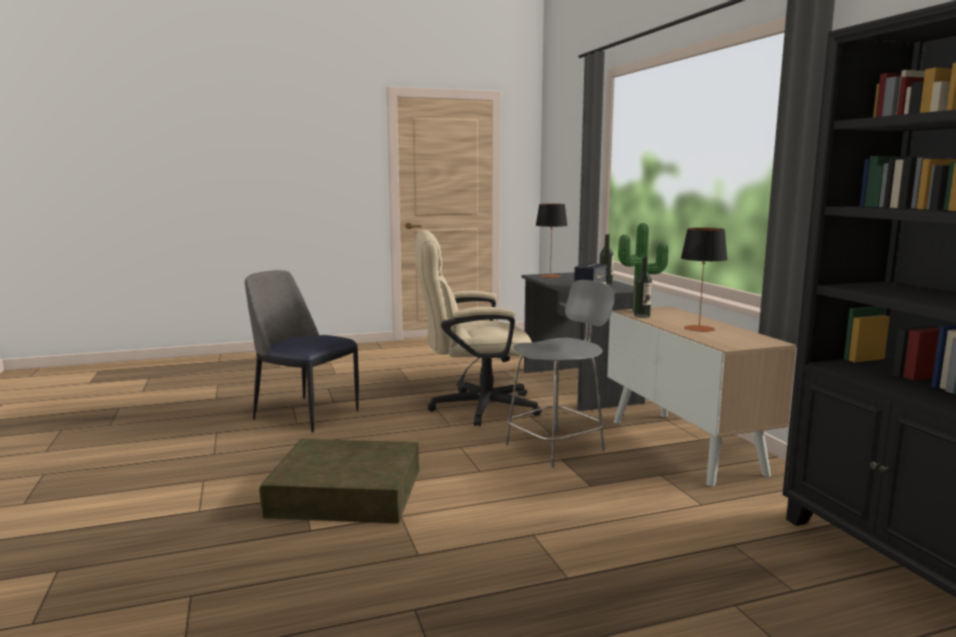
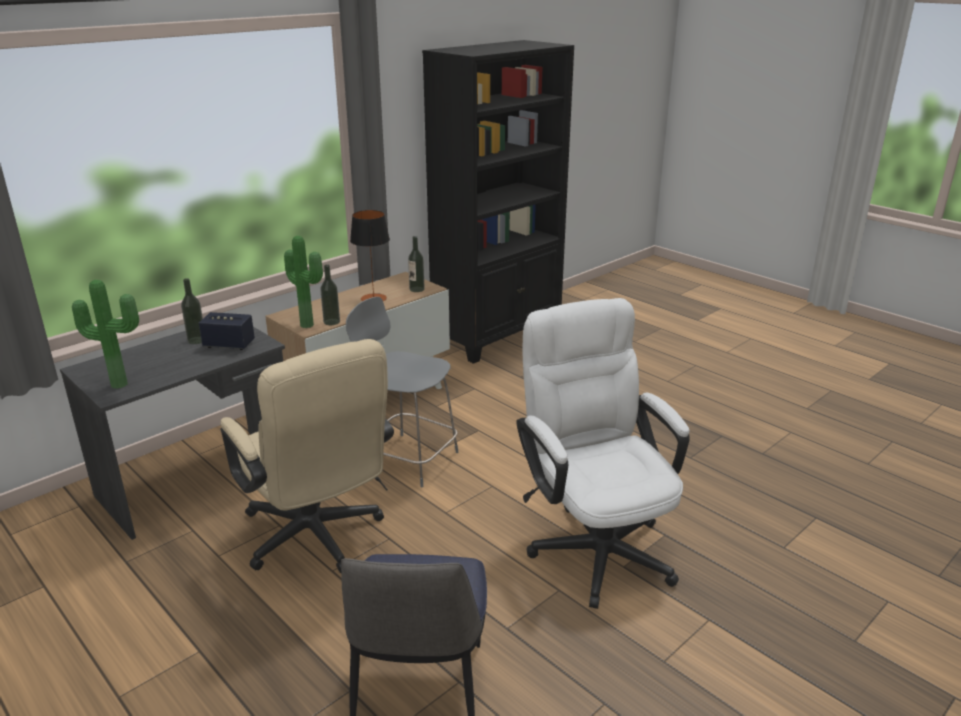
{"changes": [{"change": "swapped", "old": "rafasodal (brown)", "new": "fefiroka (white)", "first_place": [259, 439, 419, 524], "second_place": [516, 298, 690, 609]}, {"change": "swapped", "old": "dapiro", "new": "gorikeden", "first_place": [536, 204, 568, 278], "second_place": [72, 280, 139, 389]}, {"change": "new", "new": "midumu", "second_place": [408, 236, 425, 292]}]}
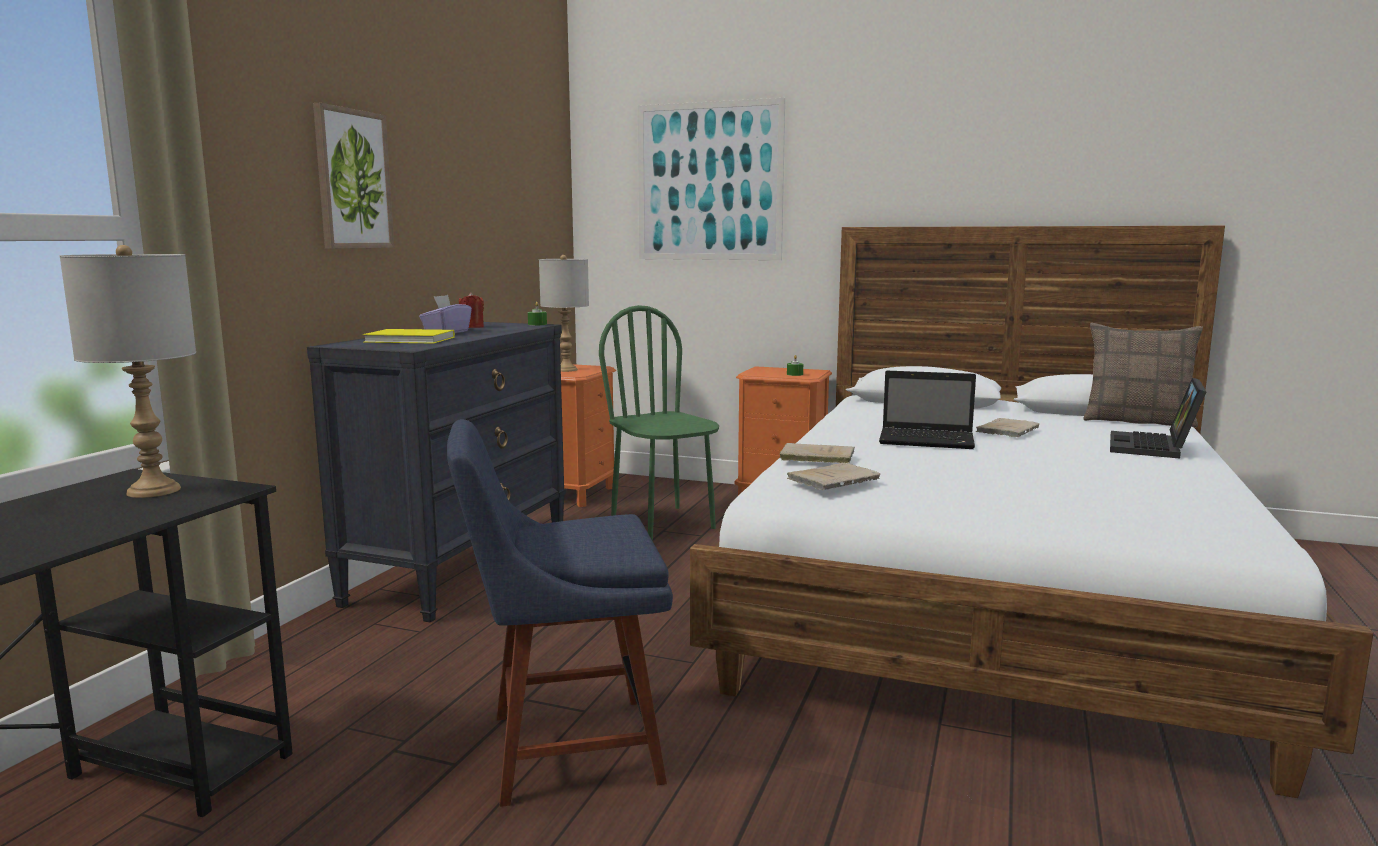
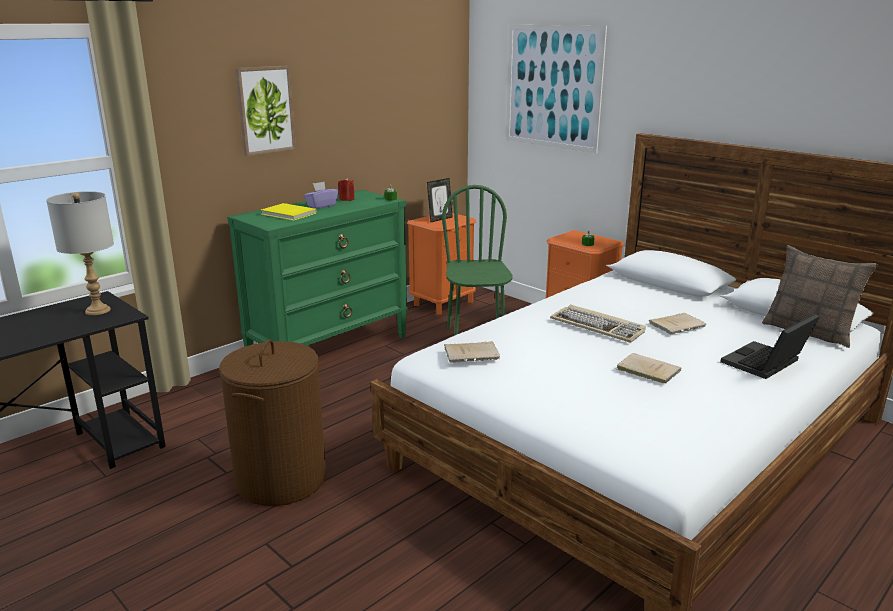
{"changes": [{"change": "repainted", "old": "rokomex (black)", "new": "rokomex (green)", "first_place": [307, 322, 566, 623], "second_place": [227, 190, 408, 347]}, {"change": "swapped", "old": "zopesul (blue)", "new": "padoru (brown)", "first_place": [447, 419, 673, 807], "second_place": [219, 340, 326, 506]}, {"change": "swapped", "old": "dapiro (grey)", "new": "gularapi", "first_place": [539, 255, 589, 372], "second_place": [427, 178, 453, 223]}, {"change": "shifted", "old": "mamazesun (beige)", "first_place": [780, 443, 855, 463], "second_place": [617, 353, 681, 384]}, {"change": "swapped", "old": "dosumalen", "new": "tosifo", "first_place": [879, 371, 976, 449], "second_place": [550, 305, 646, 343]}]}
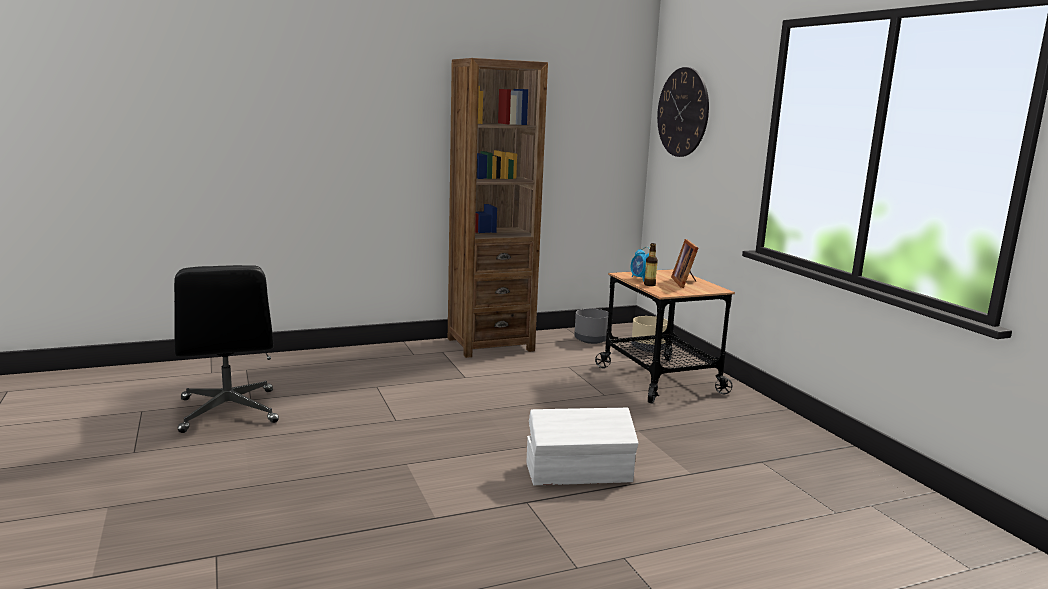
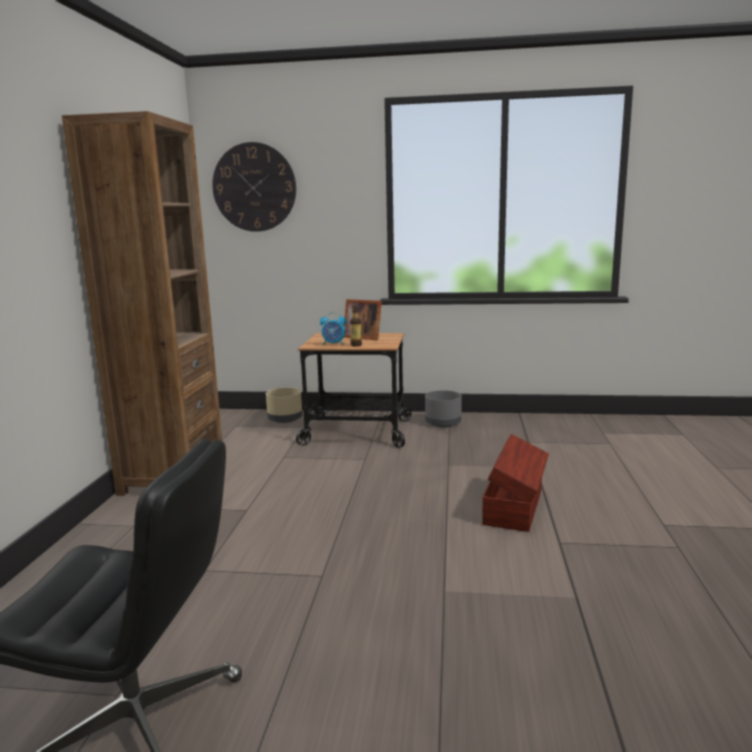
{"changes": [{"change": "repainted", "old": "rafasodal (white)", "new": "rafasodal (brown)", "first_place": [527, 408, 638, 485], "second_place": [482, 434, 549, 532]}, {"change": "shifted", "old": "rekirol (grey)", "first_place": [574, 309, 609, 344], "second_place": [425, 390, 462, 427]}]}
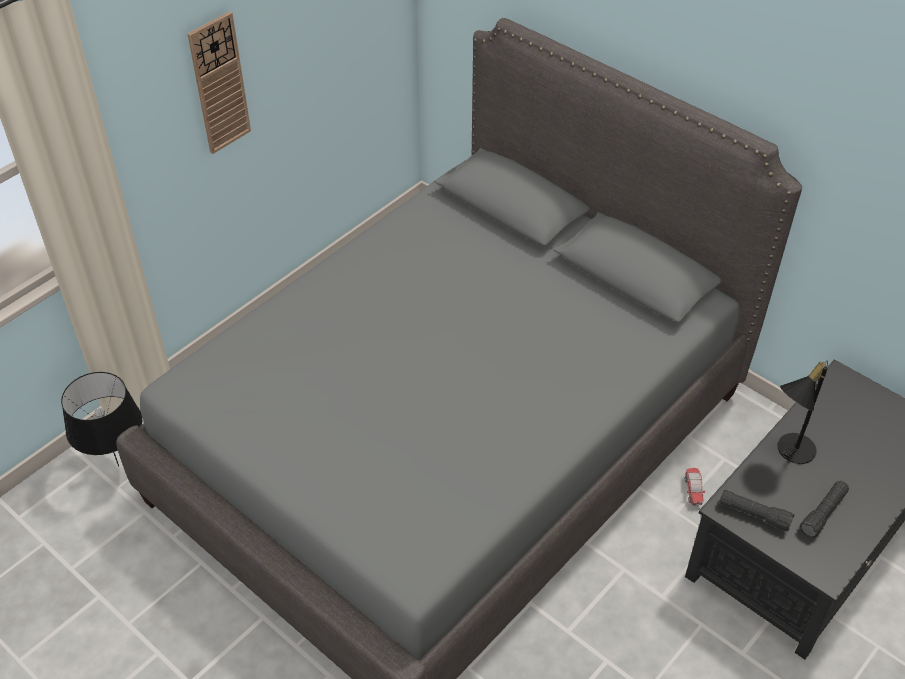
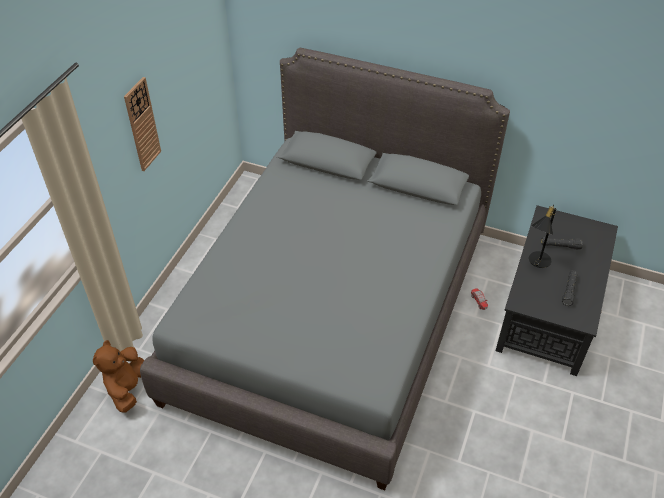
{"changes": [{"change": "swapped", "old": "dapiro (black)", "new": "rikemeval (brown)", "first_place": [61, 372, 142, 466], "second_place": [93, 340, 144, 412]}, {"change": "shifted", "old": "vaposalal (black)", "first_place": [719, 490, 794, 531], "second_place": [541, 237, 583, 250]}]}
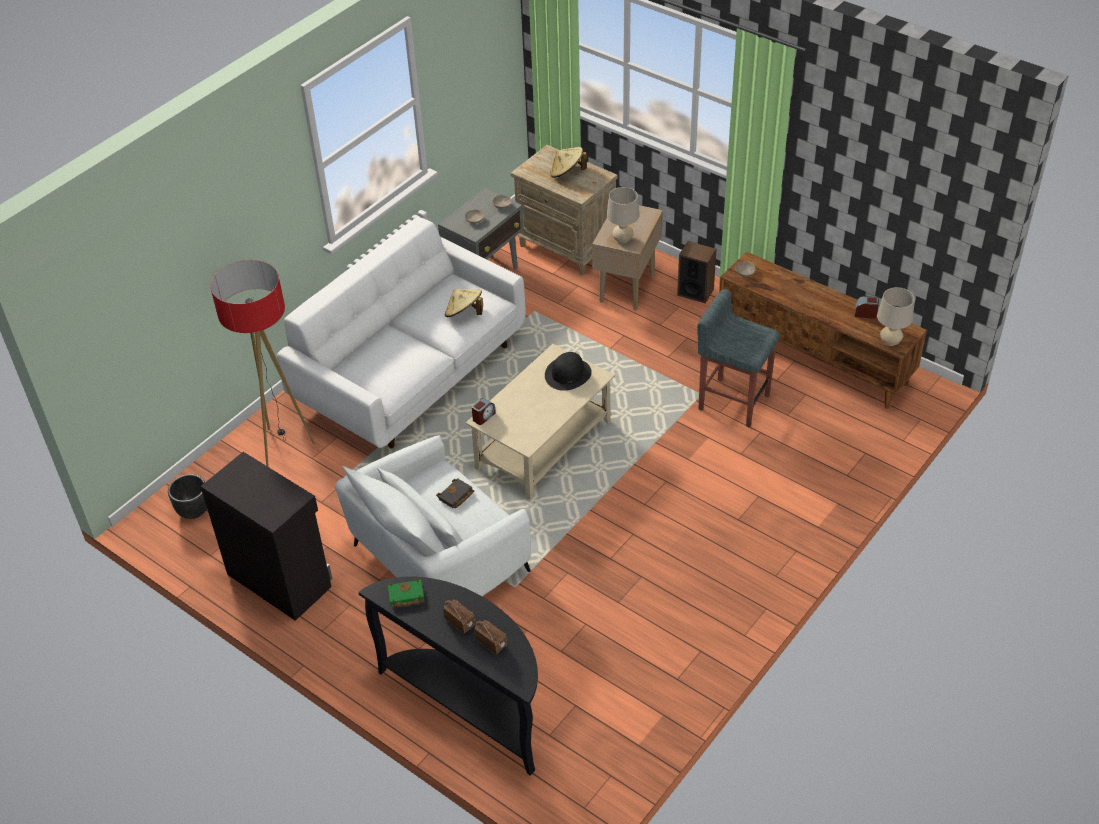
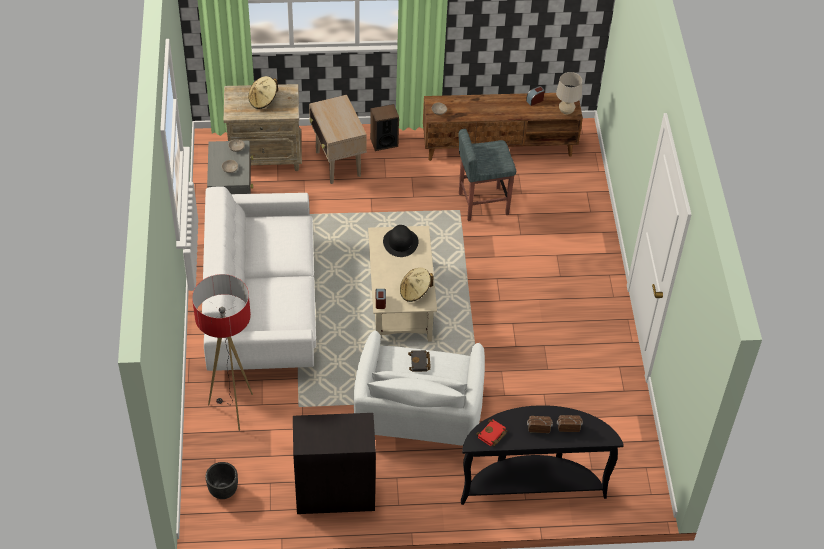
{"changes": [{"change": "repainted", "old": "mamazesun (green)", "new": "mamazesun (red)", "first_place": [388, 578, 424, 608], "second_place": [476, 419, 508, 446]}, {"change": "shifted", "old": "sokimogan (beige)", "first_place": [445, 289, 483, 317], "second_place": [400, 268, 433, 302]}, {"change": "gone", "old": "dapiro (beige)", "first_place": [607, 187, 640, 243]}]}
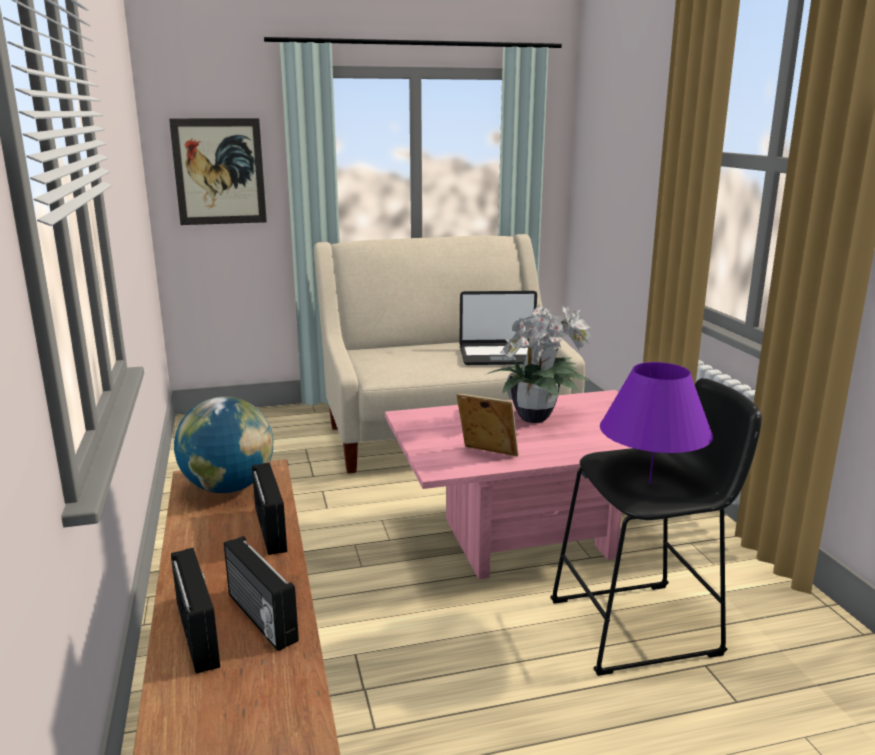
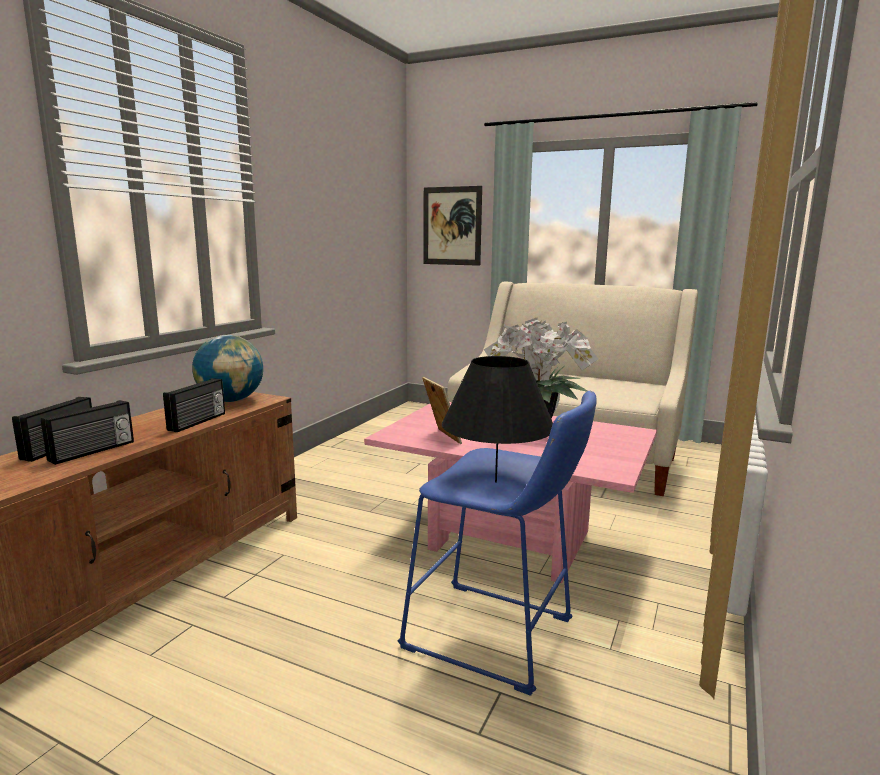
{"changes": [{"change": "rotated", "old": "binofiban", "first_place": [224, 536, 299, 651], "second_place": [41, 400, 134, 465], "degrees": -150}, {"change": "gone", "old": "dosumalen", "first_place": [459, 291, 537, 365]}, {"change": "repainted", "old": "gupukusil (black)", "new": "gupukusil (blue)", "first_place": [550, 378, 762, 676], "second_place": [398, 391, 597, 696]}, {"change": "repainted", "old": "dapiro (purple)", "new": "dapiro (black)", "first_place": [600, 362, 713, 484], "second_place": [442, 356, 553, 483]}]}
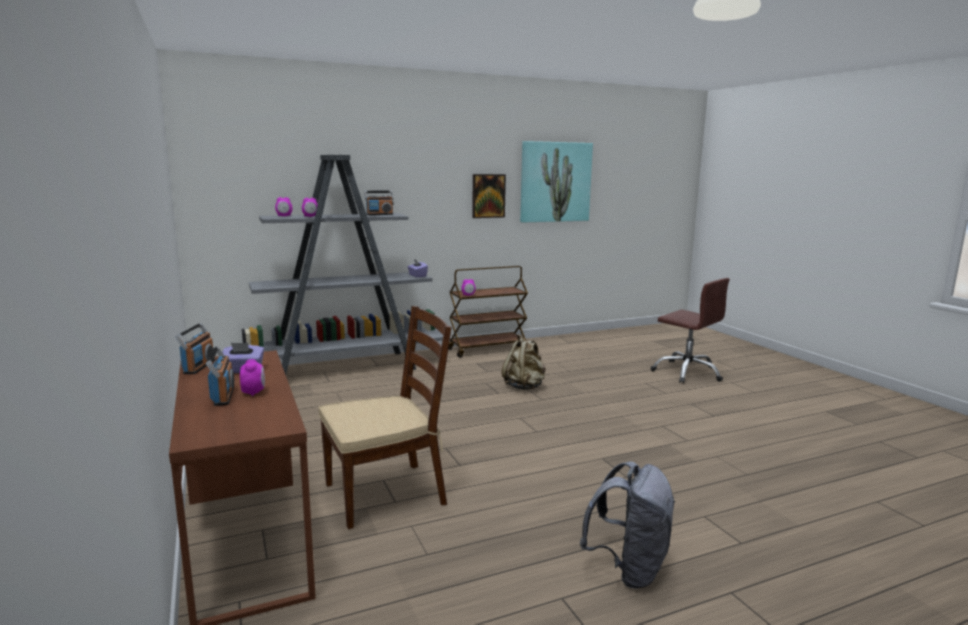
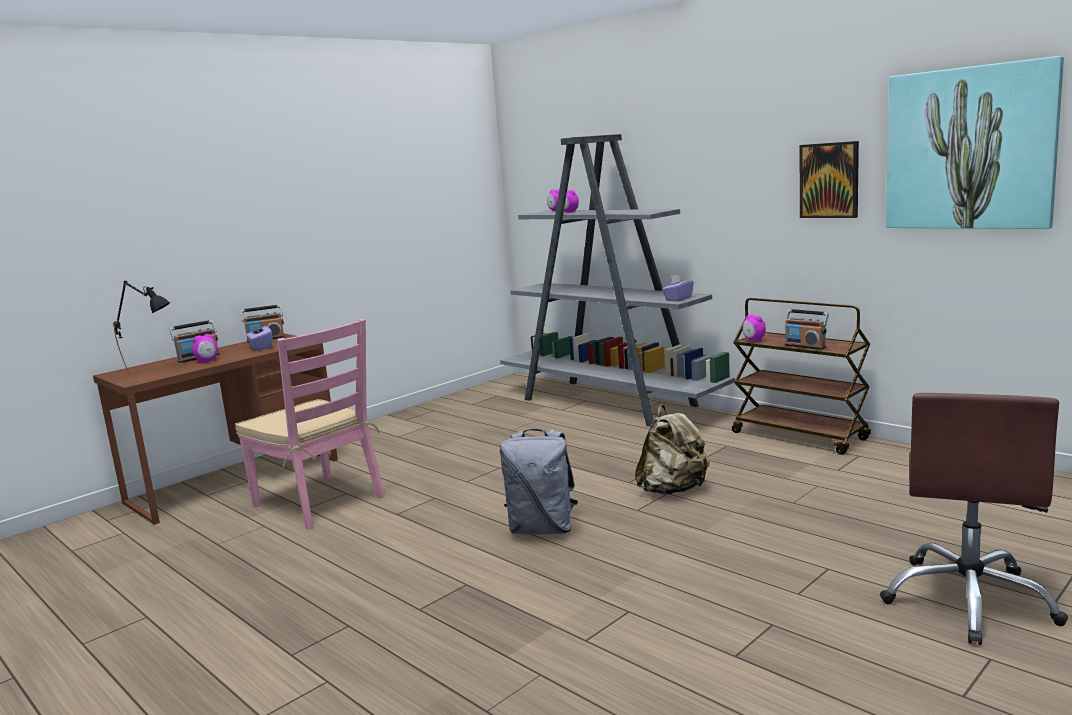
{"changes": [{"change": "repainted", "old": "zopesul (brown)", "new": "zopesul (pink)", "first_place": [318, 306, 452, 529], "second_place": [235, 319, 385, 530]}, {"change": "shifted", "old": "binofiban", "first_place": [364, 191, 394, 215], "second_place": [785, 309, 829, 350]}, {"change": "shifted", "old": "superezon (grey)", "first_place": [580, 461, 676, 589], "second_place": [500, 429, 578, 535]}, {"change": "new", "new": "dapiro (black)", "second_place": [113, 281, 170, 375]}]}
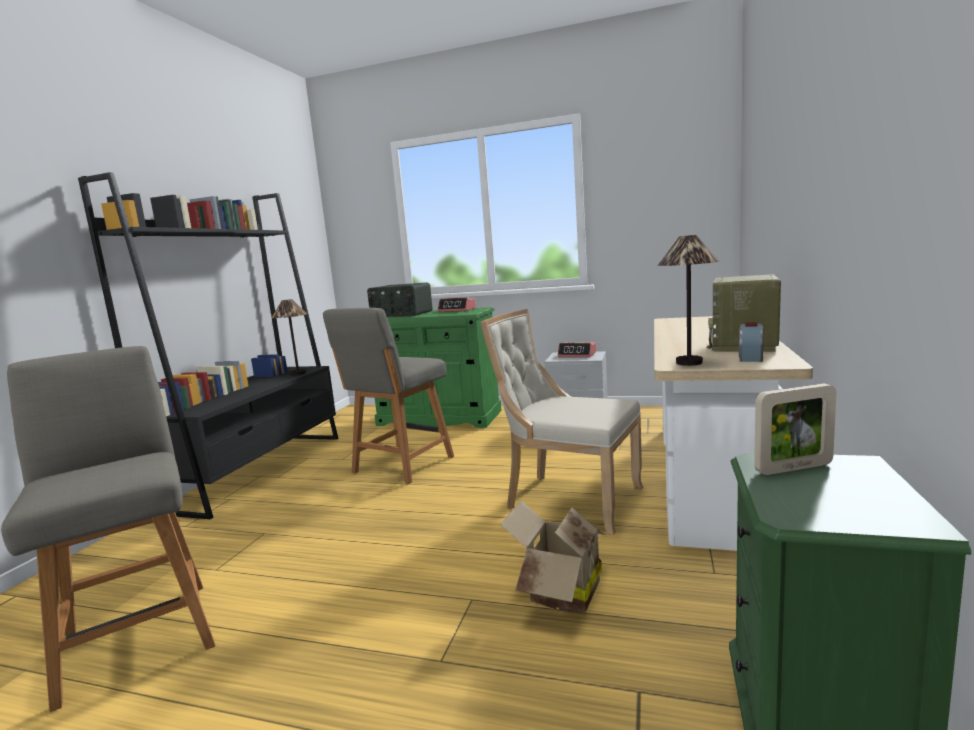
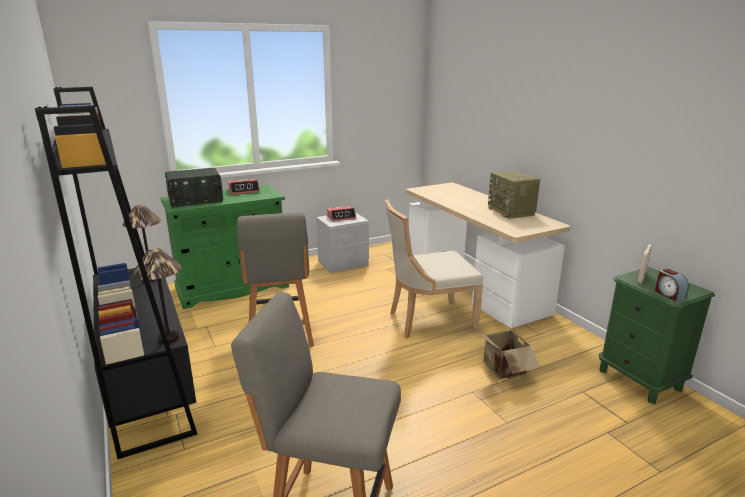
{"changes": [{"change": "shifted", "old": "dapiro", "first_place": [658, 235, 720, 366], "second_place": [132, 248, 182, 343]}, {"change": "shifted", "old": "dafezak", "first_place": [739, 322, 763, 362], "second_place": [655, 269, 689, 301]}]}
